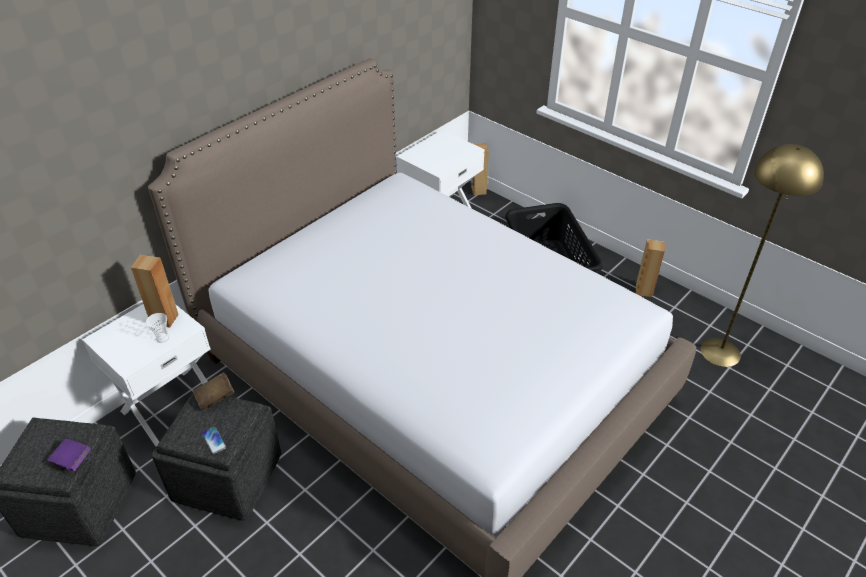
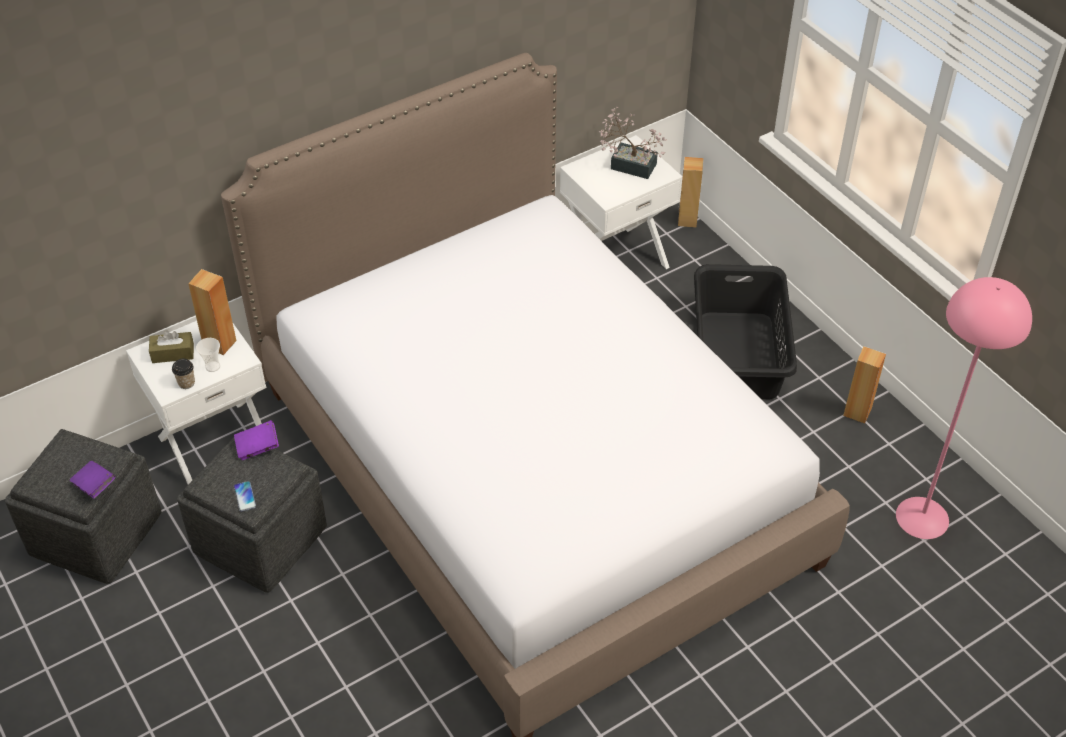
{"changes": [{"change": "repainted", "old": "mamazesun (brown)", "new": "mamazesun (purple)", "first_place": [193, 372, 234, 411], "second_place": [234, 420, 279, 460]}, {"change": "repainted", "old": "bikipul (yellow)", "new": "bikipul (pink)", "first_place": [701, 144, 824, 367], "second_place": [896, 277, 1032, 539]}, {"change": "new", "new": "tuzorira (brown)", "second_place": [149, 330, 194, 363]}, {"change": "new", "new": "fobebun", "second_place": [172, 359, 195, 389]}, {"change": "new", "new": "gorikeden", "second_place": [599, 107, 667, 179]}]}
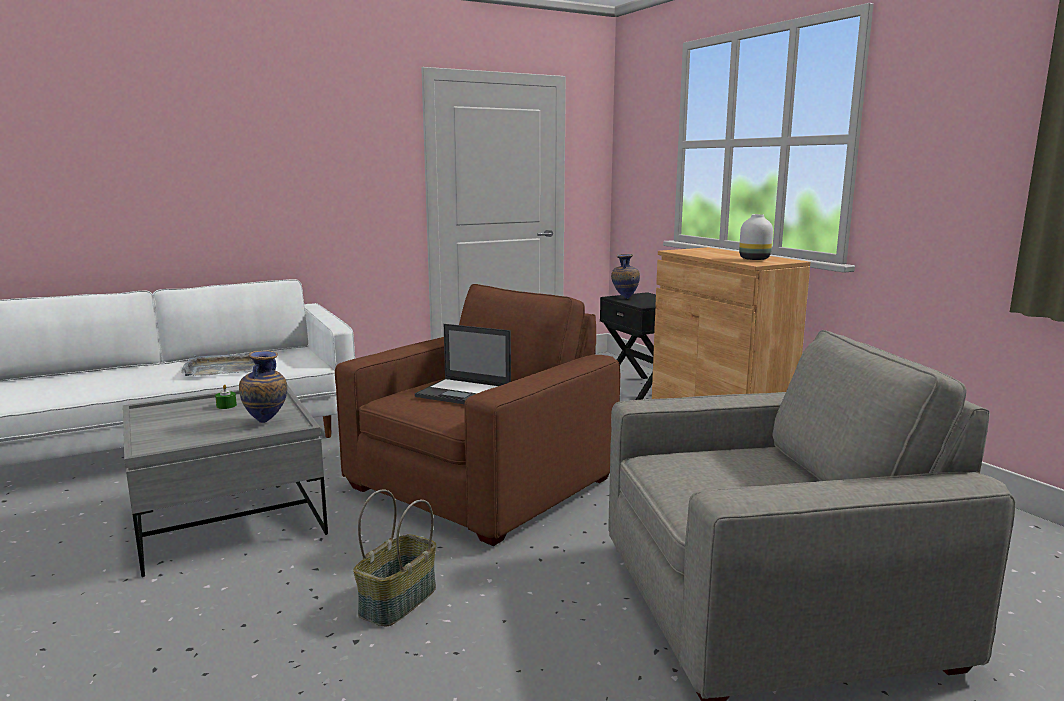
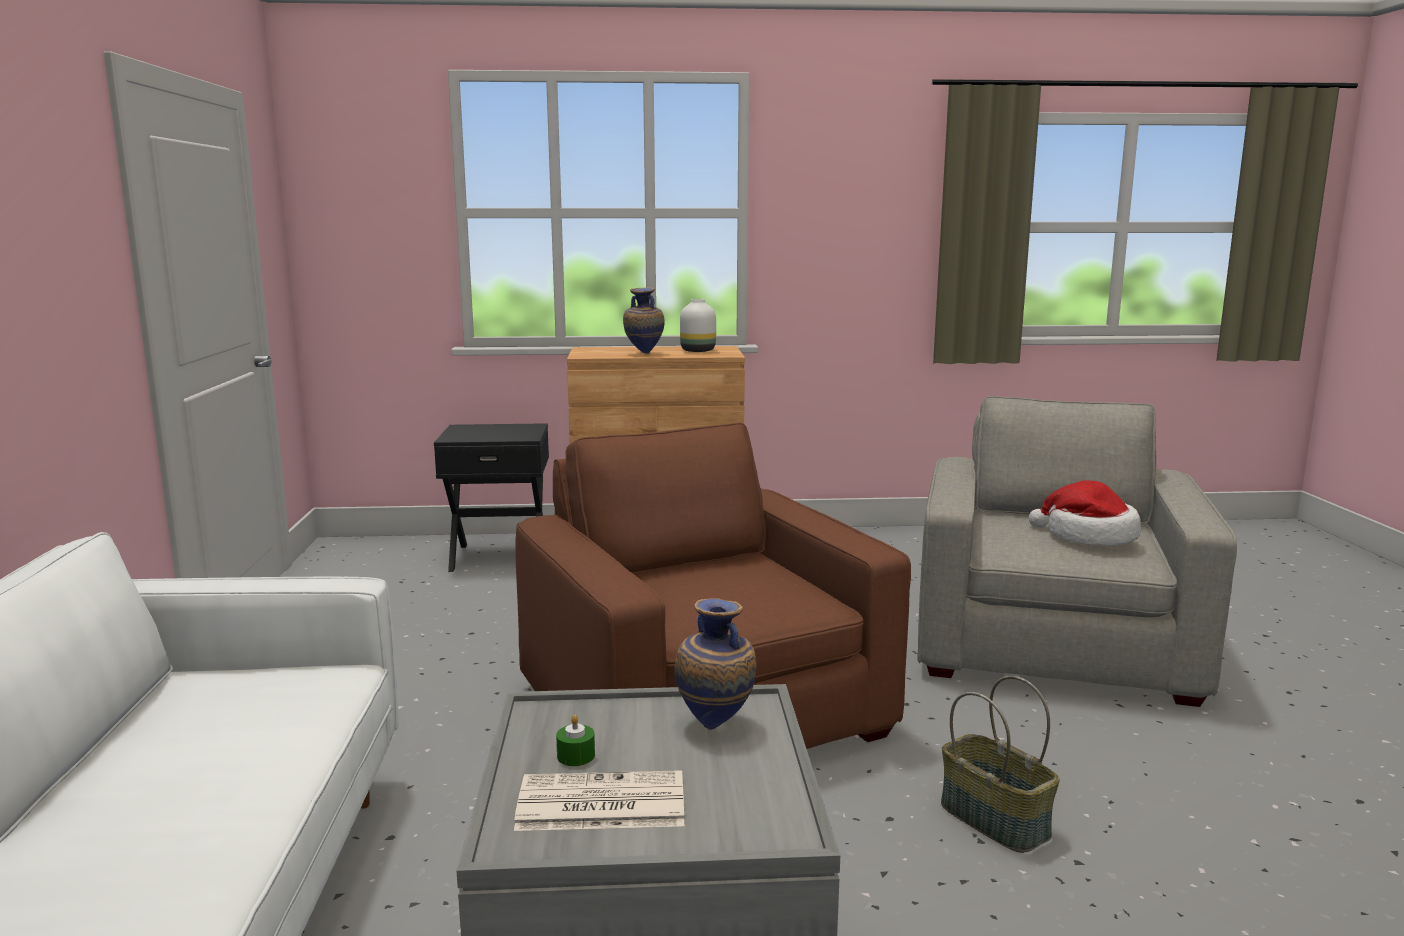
{"changes": [{"change": "gone", "old": "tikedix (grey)", "first_place": [181, 354, 255, 376]}, {"change": "gone", "old": "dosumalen", "first_place": [415, 324, 511, 404]}, {"change": "shifted", "old": "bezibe", "first_place": [611, 254, 640, 299], "second_place": [623, 287, 665, 354]}, {"change": "new", "new": "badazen", "second_place": [514, 770, 684, 831]}, {"change": "new", "new": "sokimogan", "second_place": [1029, 480, 1141, 546]}]}
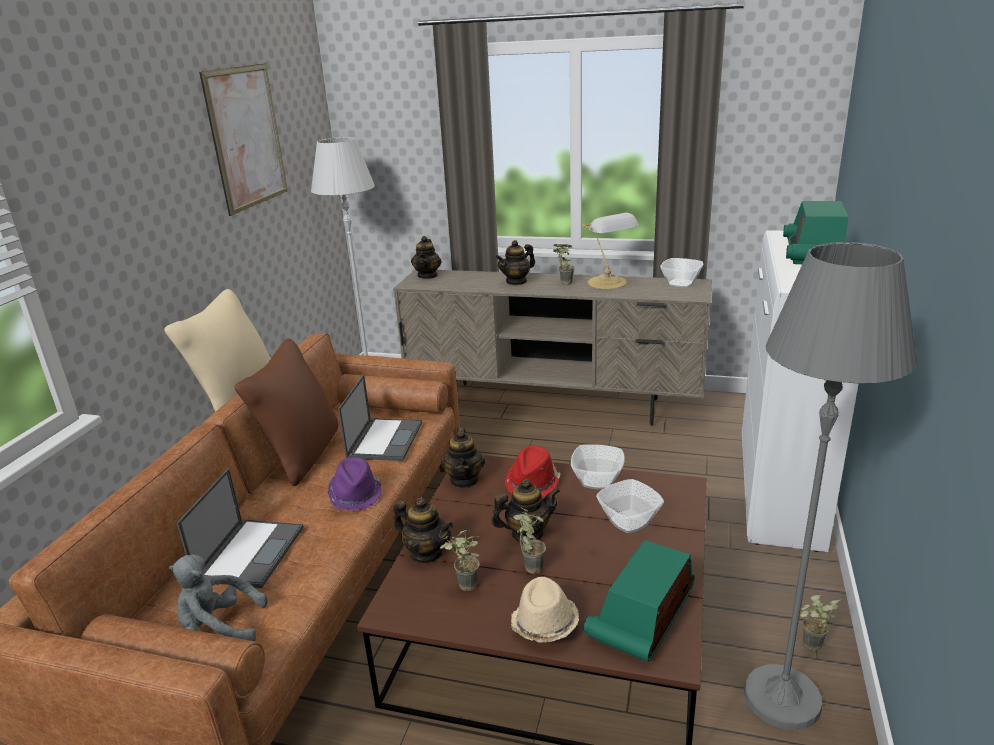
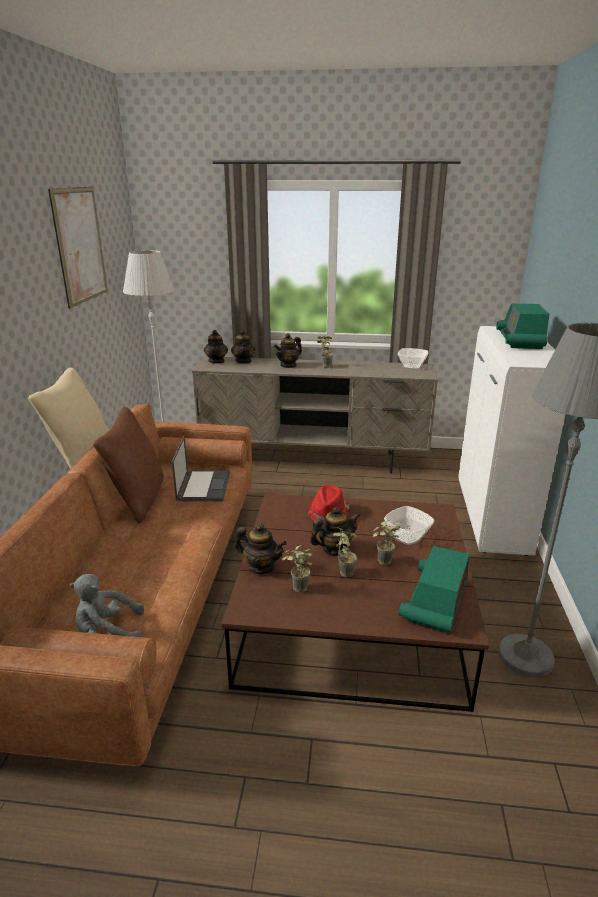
{"changes": [{"change": "gone", "old": "dosumalen", "first_place": [177, 468, 304, 588]}, {"change": "gone", "old": "sokimogan (purple)", "first_place": [328, 457, 382, 511]}, {"change": "shifted", "old": "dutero", "first_place": [441, 427, 485, 488], "second_place": [231, 330, 255, 363]}, {"change": "gone", "old": "sokimogan (beige)", "first_place": [511, 577, 579, 642]}, {"change": "gone", "old": "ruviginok", "first_place": [571, 444, 625, 490]}, {"change": "gone", "old": "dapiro", "first_place": [583, 213, 639, 289]}, {"change": "shifted", "old": "gorikeden", "first_place": [800, 595, 841, 651], "second_place": [372, 520, 402, 565]}]}
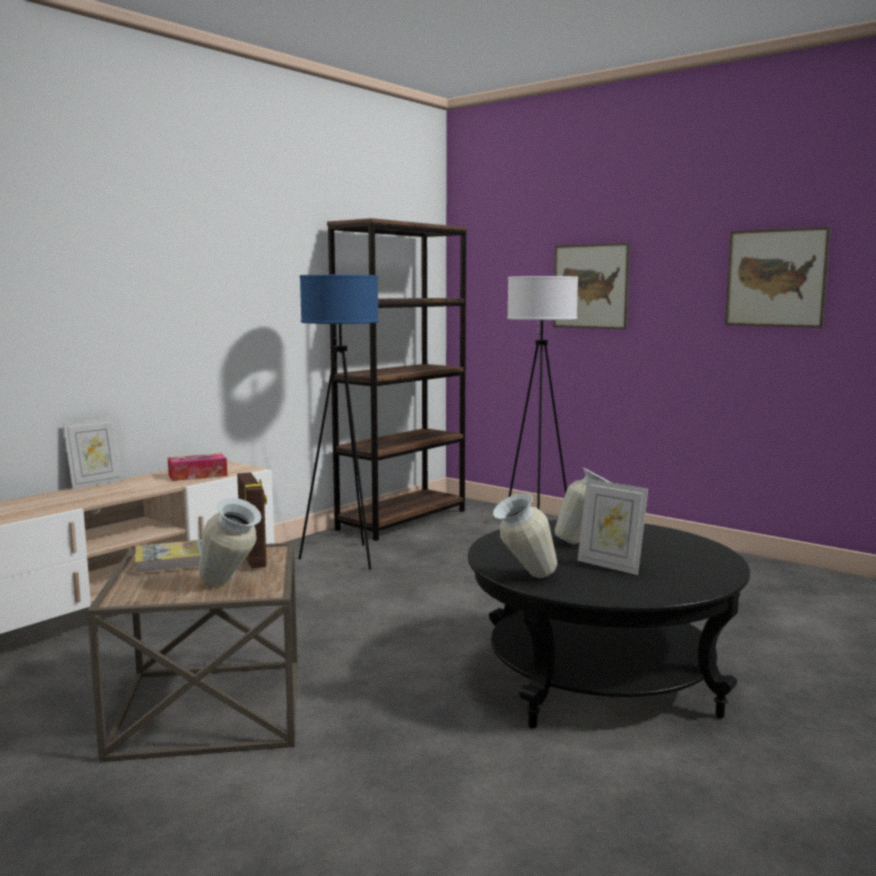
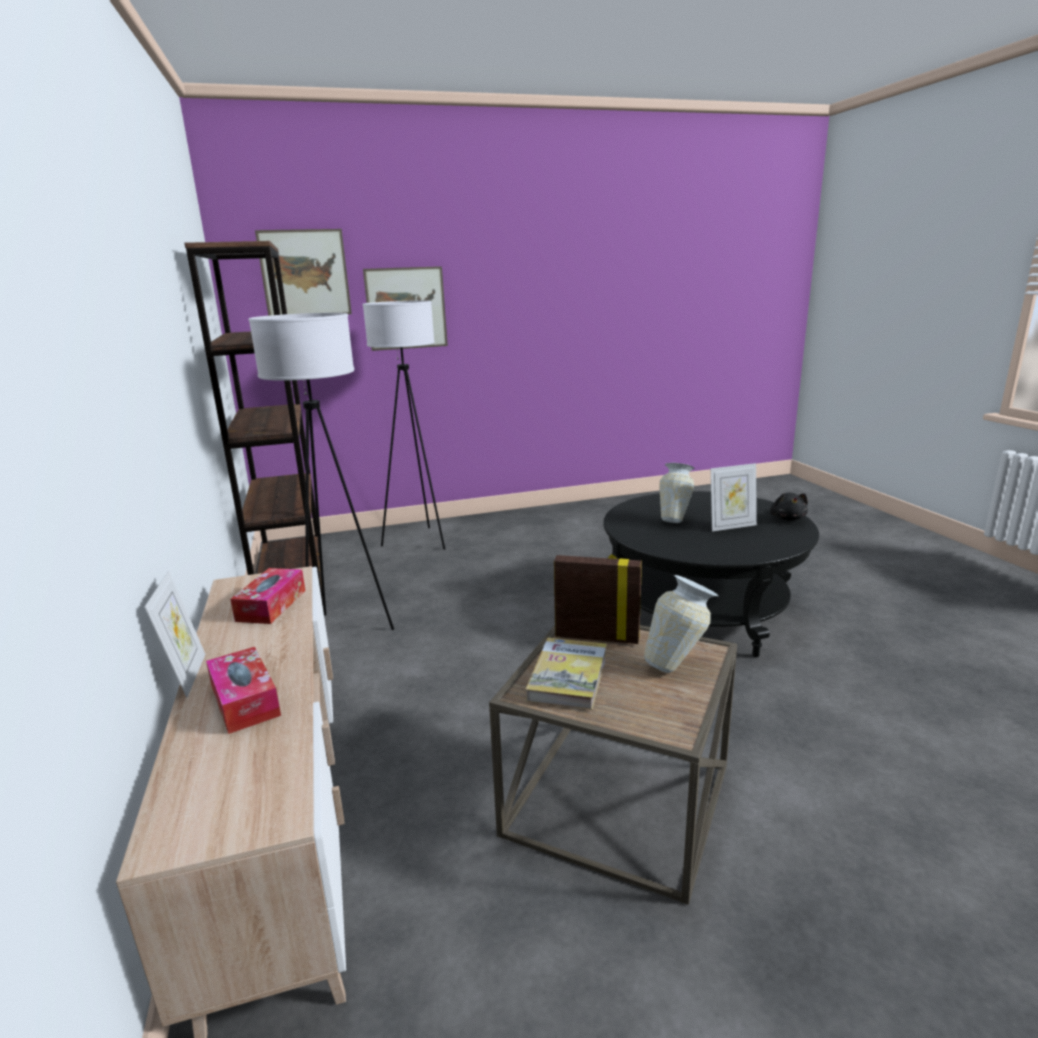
{"changes": [{"change": "repainted", "old": "bikipul (blue)", "new": "bikipul (white)", "first_place": [298, 275, 379, 570], "second_place": [249, 313, 394, 630]}, {"change": "gone", "old": "bezibe", "first_place": [493, 493, 557, 578]}, {"change": "shifted", "old": "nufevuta", "first_place": [725, 227, 831, 328], "second_place": [255, 229, 352, 316]}, {"change": "new", "new": "tuzorira", "second_place": [206, 647, 281, 734]}, {"change": "new", "new": "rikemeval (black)", "second_place": [770, 492, 808, 521]}]}
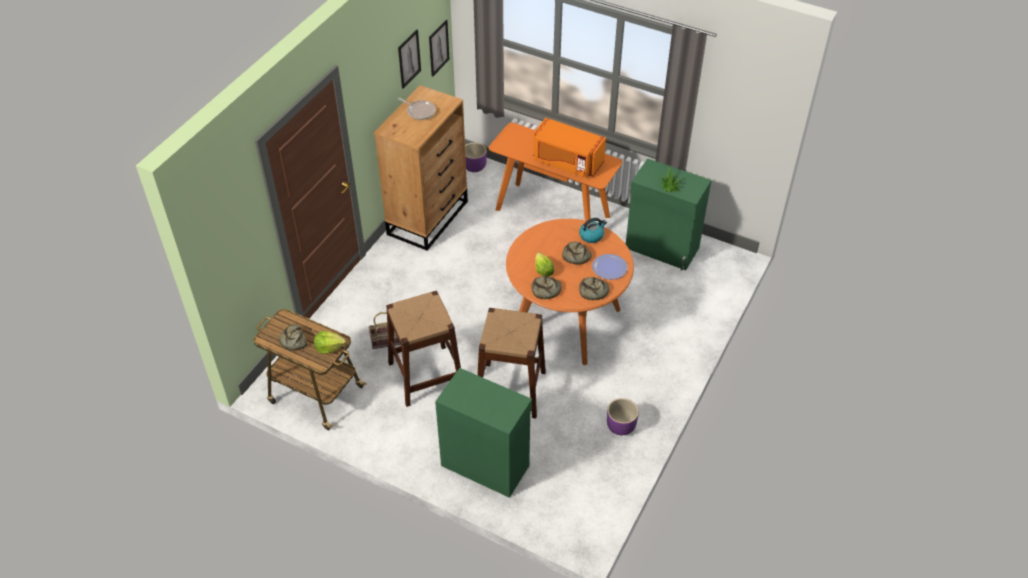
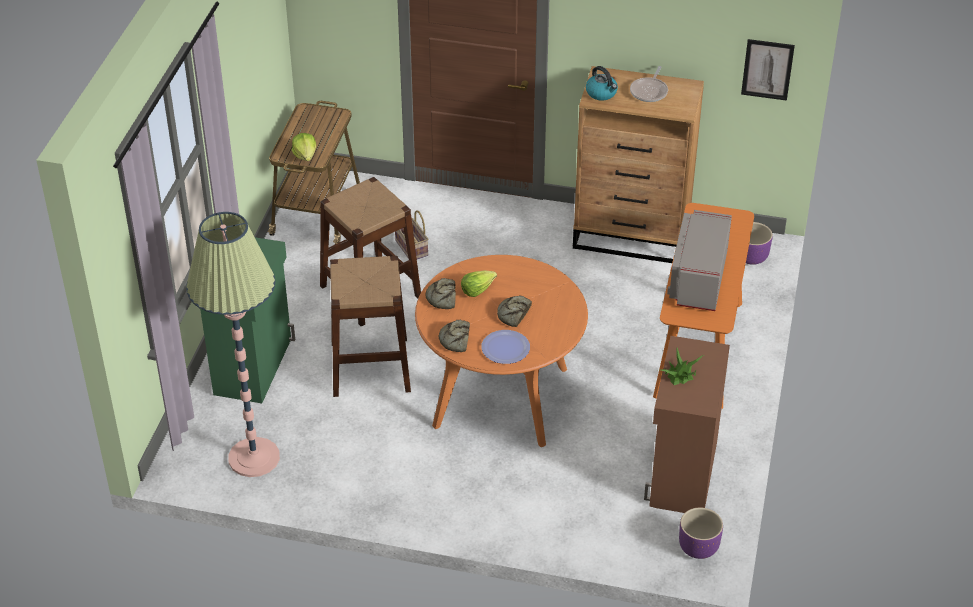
{"changes": [{"change": "gone", "old": "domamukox", "first_place": [279, 324, 307, 351]}, {"change": "gone", "old": "nufevuta", "first_place": [398, 30, 421, 89]}, {"change": "repainted", "old": "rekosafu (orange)", "new": "rekosafu (grey)", "first_place": [533, 118, 606, 178], "second_place": [667, 210, 732, 311]}, {"change": "shifted", "old": "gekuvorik", "first_place": [579, 218, 607, 243], "second_place": [586, 66, 618, 100]}, {"change": "shifted", "old": "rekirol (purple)", "first_place": [607, 398, 639, 435], "second_place": [679, 507, 723, 559]}, {"change": "repainted", "old": "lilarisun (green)", "new": "lilarisun (brown)", "first_place": [626, 158, 712, 270], "second_place": [644, 336, 730, 513]}, {"change": "new", "new": "bikipul", "second_place": [186, 212, 280, 477]}]}
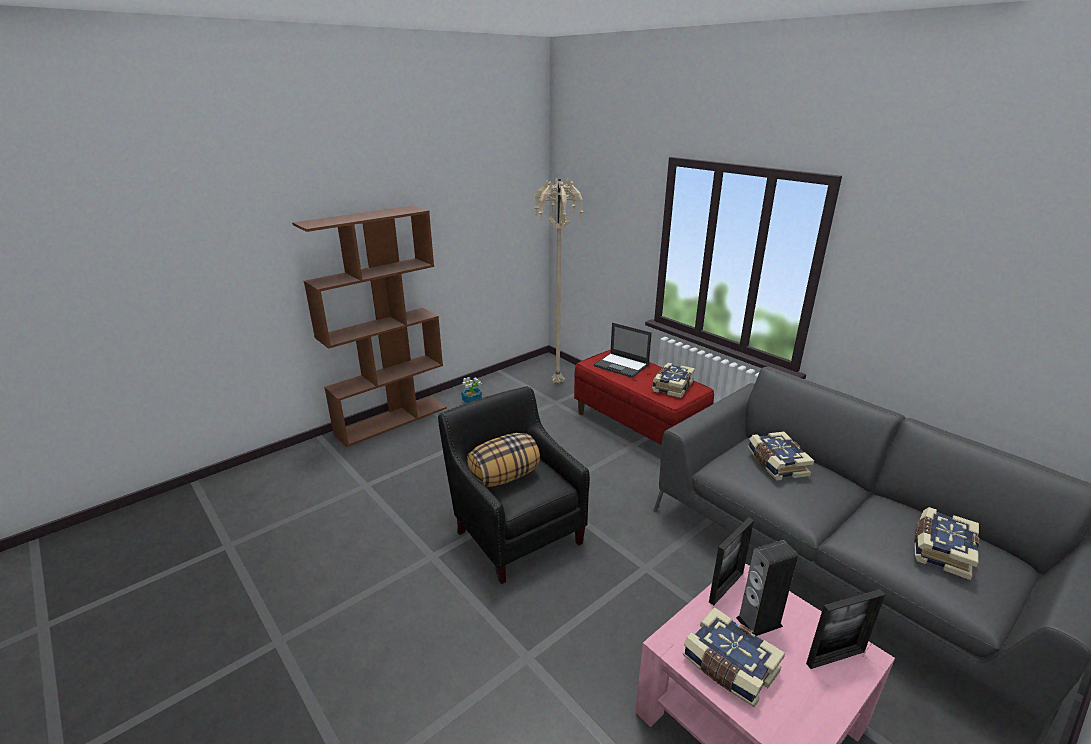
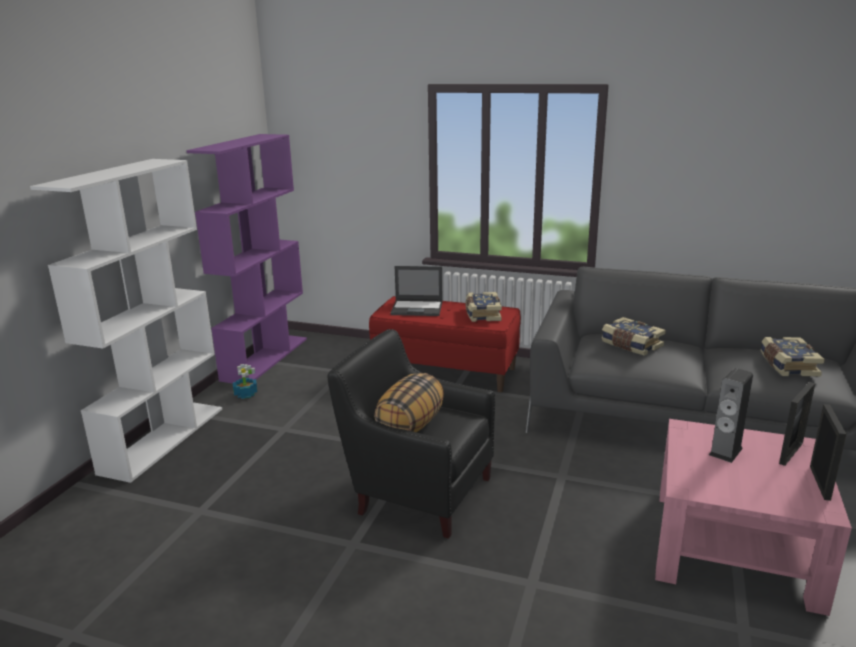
{"changes": [{"change": "repainted", "old": "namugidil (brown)", "new": "namugidil (white)", "first_place": [292, 206, 447, 447], "second_place": [30, 159, 222, 483]}, {"change": "gone", "old": "bikipul (beige)", "first_place": [534, 178, 583, 383]}, {"change": "gone", "old": "mamazesun", "first_place": [683, 607, 785, 707]}, {"change": "shifted", "old": "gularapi", "first_place": [709, 517, 754, 605], "second_place": [810, 404, 846, 501]}, {"change": "new", "new": "namugidil (purple)", "second_place": [186, 134, 307, 383]}]}
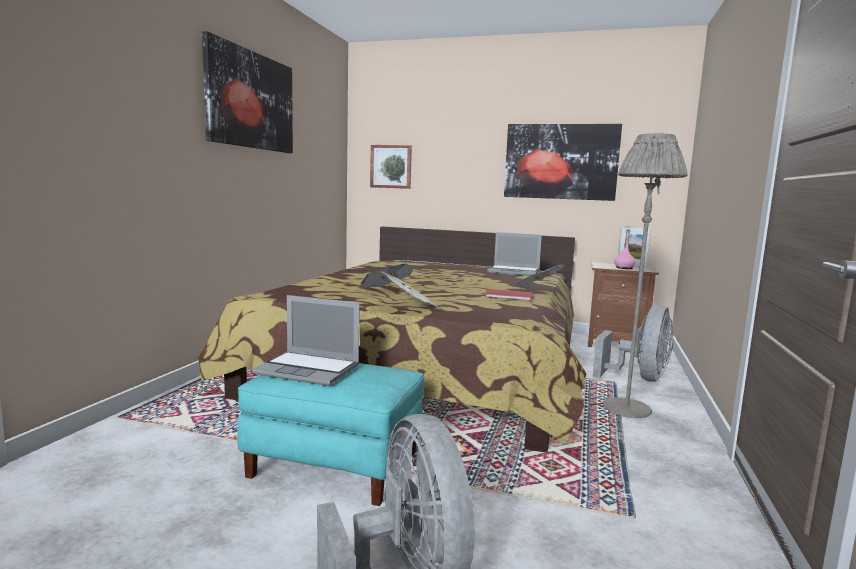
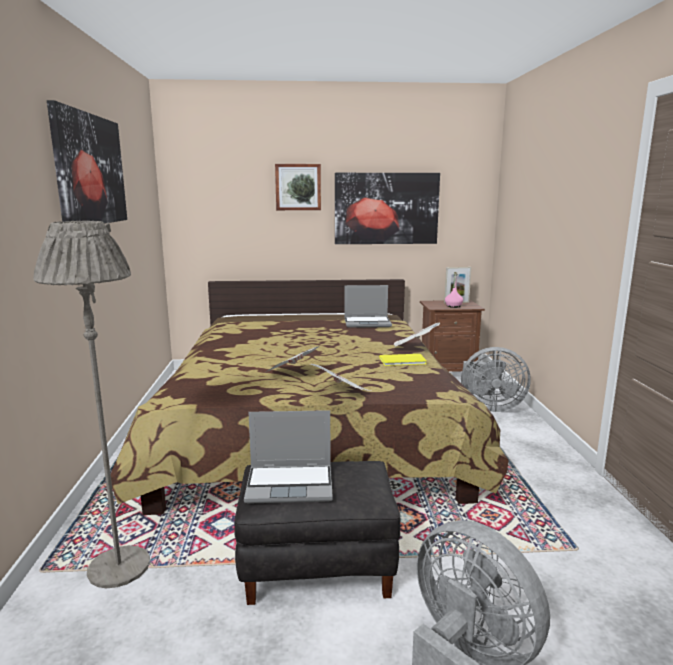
{"changes": [{"change": "repainted", "old": "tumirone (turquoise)", "new": "tumirone (black)", "first_place": [237, 363, 424, 506], "second_place": [234, 461, 401, 605]}, {"change": "shifted", "old": "nufevuta", "first_place": [370, 145, 412, 189], "second_place": [275, 164, 321, 210]}, {"change": "repainted", "old": "mamazesun (red)", "new": "mamazesun (yellow)", "first_place": [485, 289, 533, 301], "second_place": [379, 354, 427, 366]}, {"change": "rotated", "old": "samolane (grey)", "first_place": [593, 305, 673, 382], "second_place": [461, 347, 531, 412], "degrees": 90}, {"change": "shifted", "old": "bikipul (grey)", "first_place": [603, 133, 688, 418], "second_place": [33, 220, 150, 588]}]}
